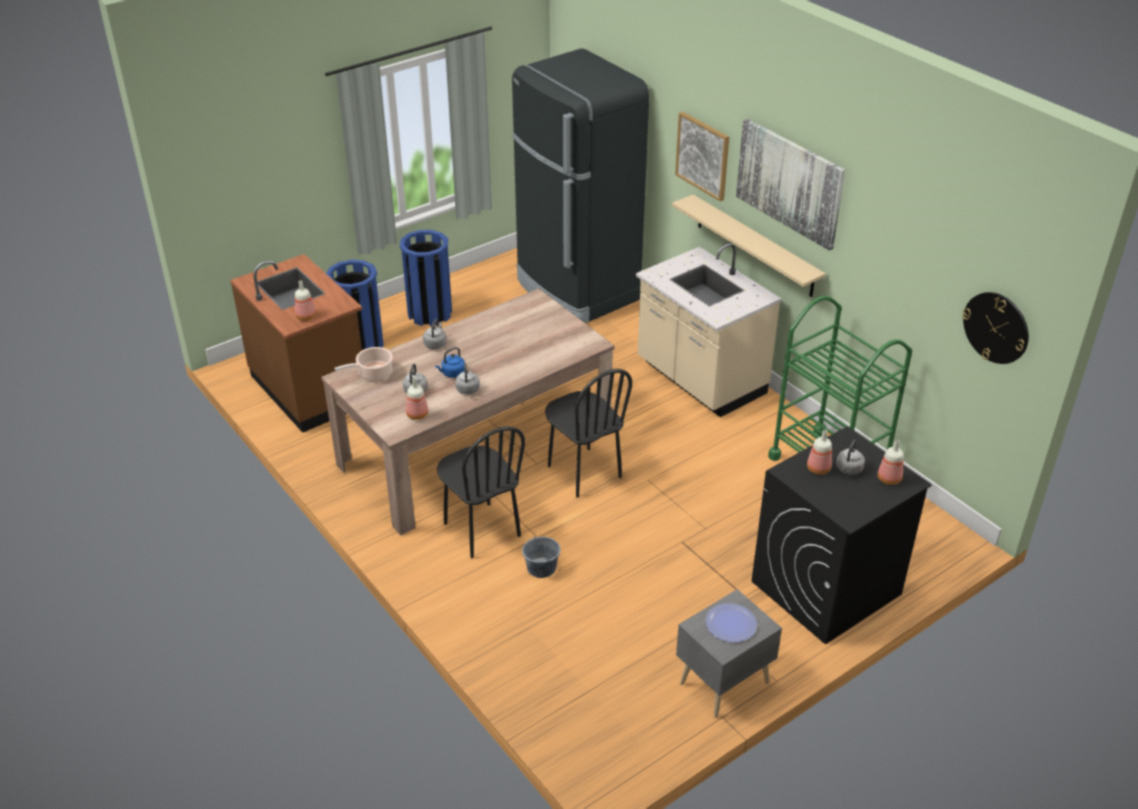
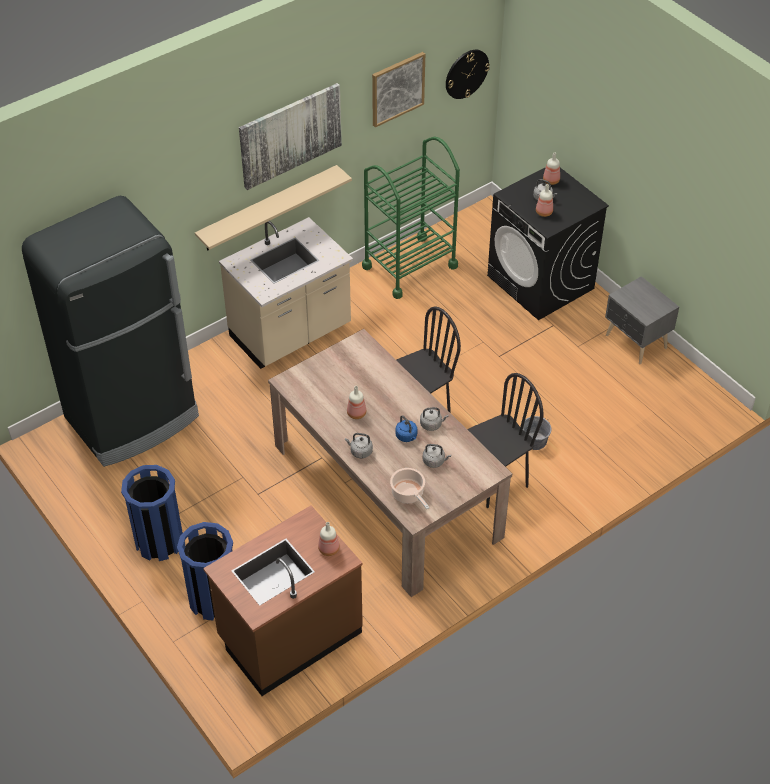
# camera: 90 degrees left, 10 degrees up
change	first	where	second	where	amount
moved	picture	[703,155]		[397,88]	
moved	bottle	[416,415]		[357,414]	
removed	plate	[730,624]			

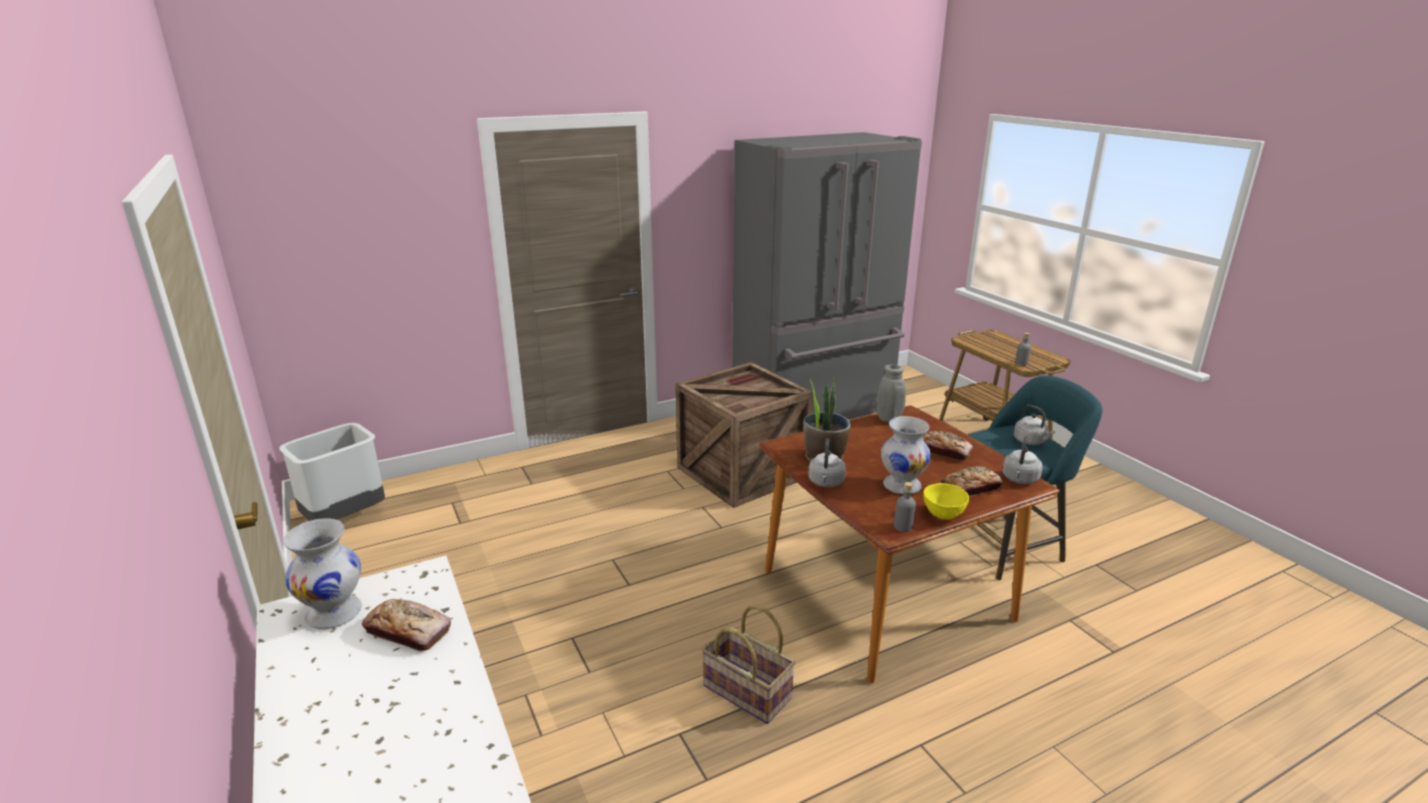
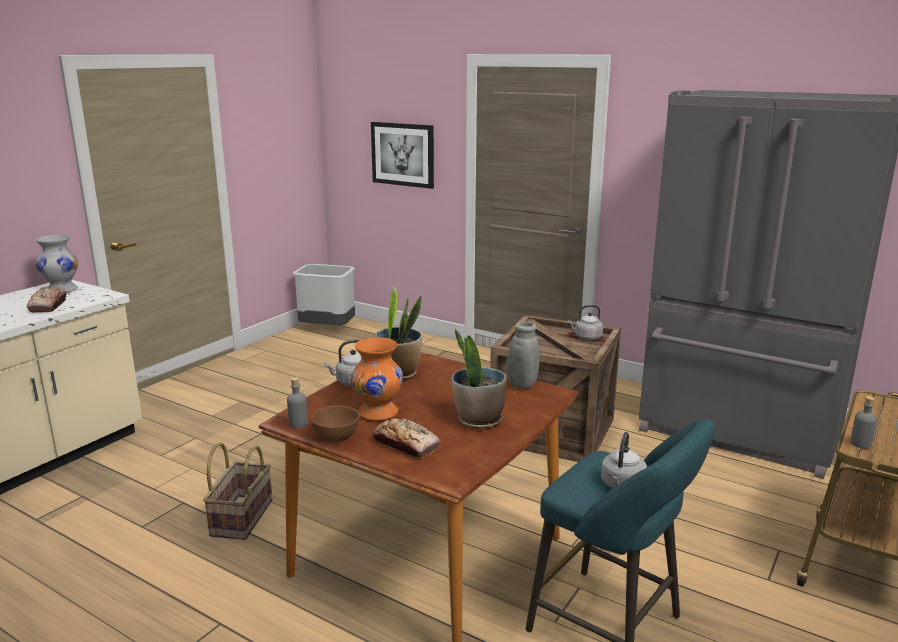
# camera: 60 degrees right, 5 degrees down
change	first	where	second	where	amount
recoloured	white vase	[901,486]	orange vase	[377,413]	
replaced	bread	[943,451]	potted plant	[478,421]	
moved	grey kettle	[1019,479]		[586,337]	
recoloured	yellow bowl	[943,514]	brown bowl	[337,438]	
added			picture	[403,154]	

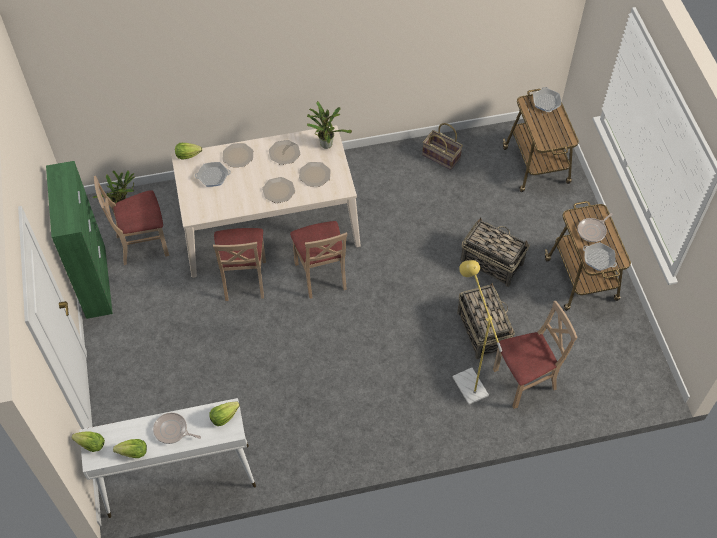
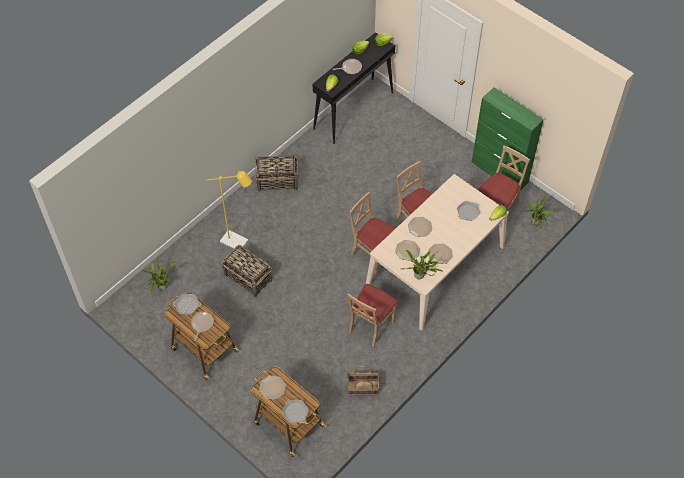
# camera: 145 degrees right, 0 degrees up
change	first	where	second	where	amount
moved	plate	[238,156]		[272,387]	
moved	basket	[491,262]		[278,181]	
moved	beige chair	[525,380]		[370,326]	
recoloured	white console table	[179,481]	black console table	[354,110]	
added			potted plant	[162,287]	

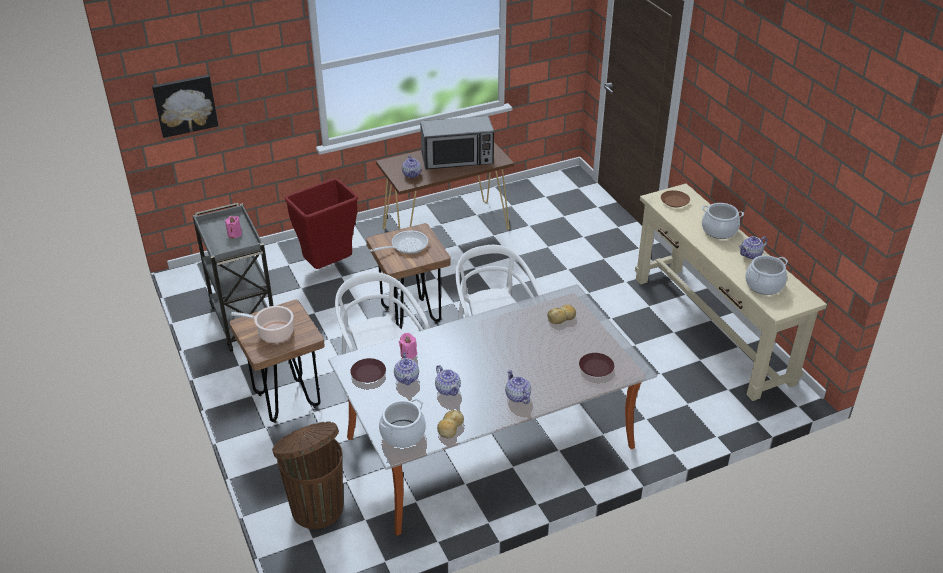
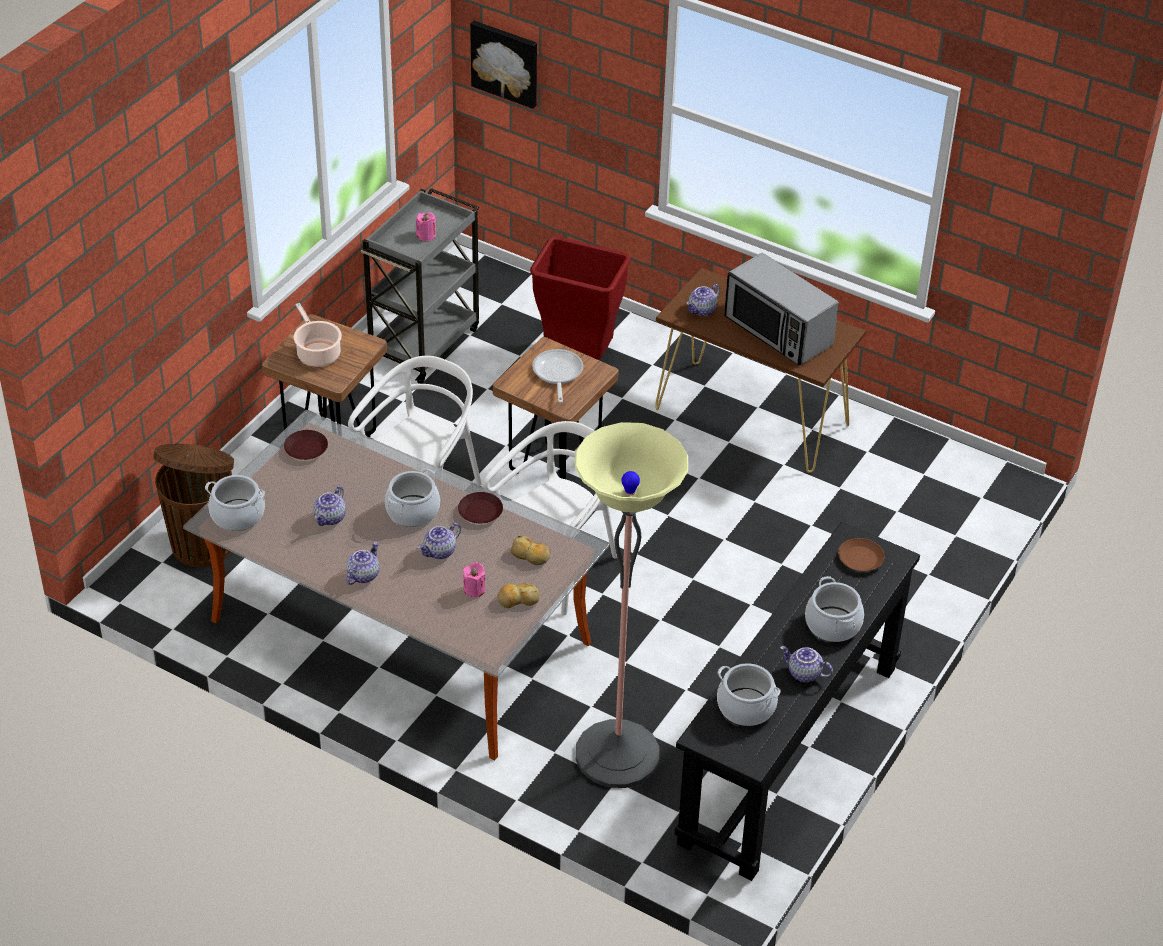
# camera: 55 degrees right, 5 degrees up
change	first	where	second	where	amount
recoloured	beige console table	[711,329]	black console table	[789,753]	
turned	frying pan	[406,245]		[557,374]	120 degrees counterclockwise
moved	pink candle	[408,354]		[474,589]	
moved	teapot	[407,378]		[440,552]	
moved	brown plate	[596,368]		[480,512]	
moved	bread	[450,428]		[518,599]	
added			floor lamp	[617,755]	
added			cooking pot	[412,511]	

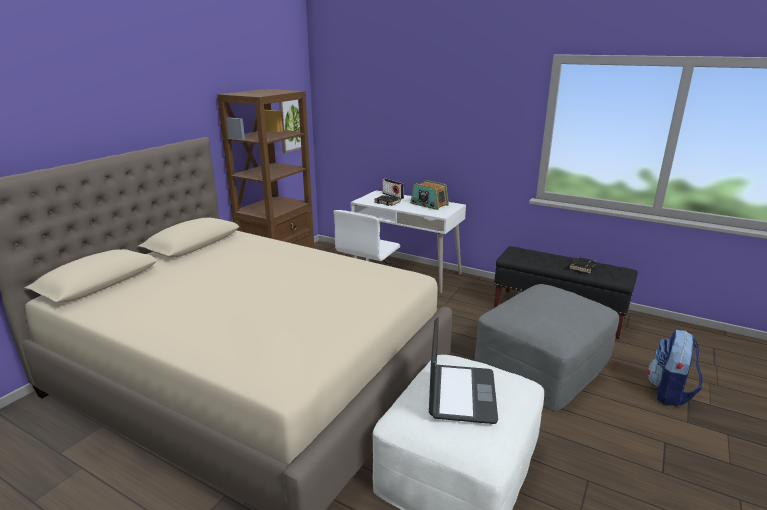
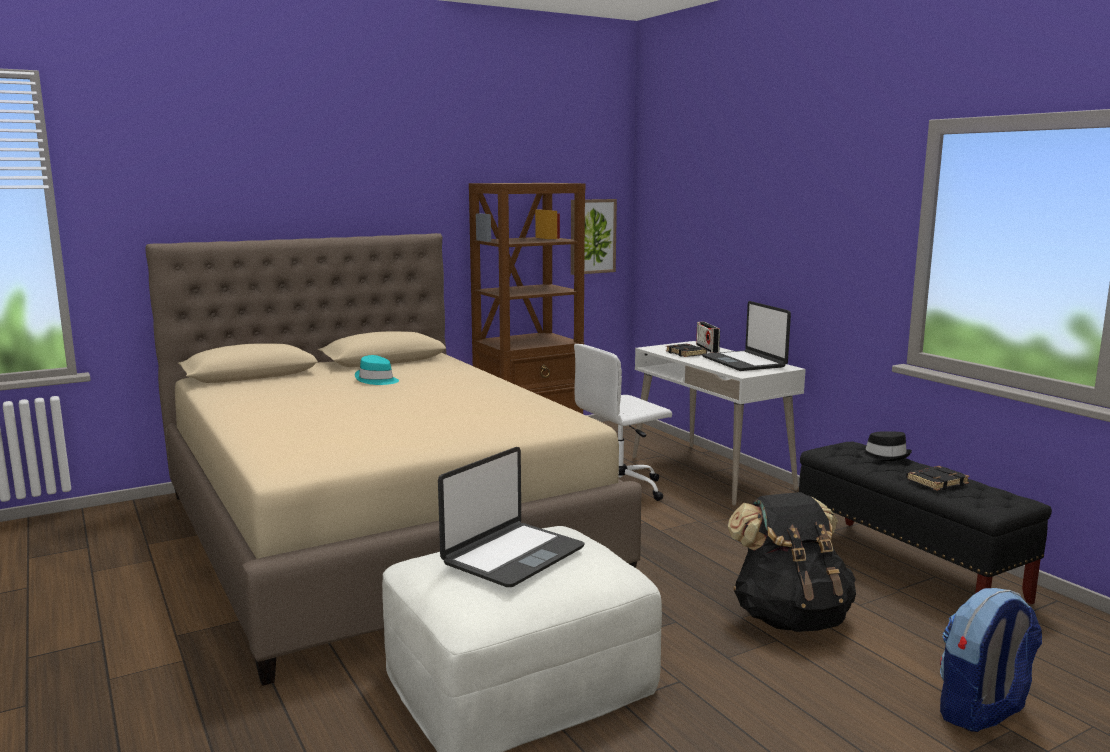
# camera: 30 degrees right, 10 degrees down
change	first	where	second	where	amount
replaced	radio	[429,204]	laptop	[744,362]	
replaced	grey ottoman	[542,364]	black backpack	[790,618]	
added			turquoise hat	[377,380]	
added			black hat	[885,456]	

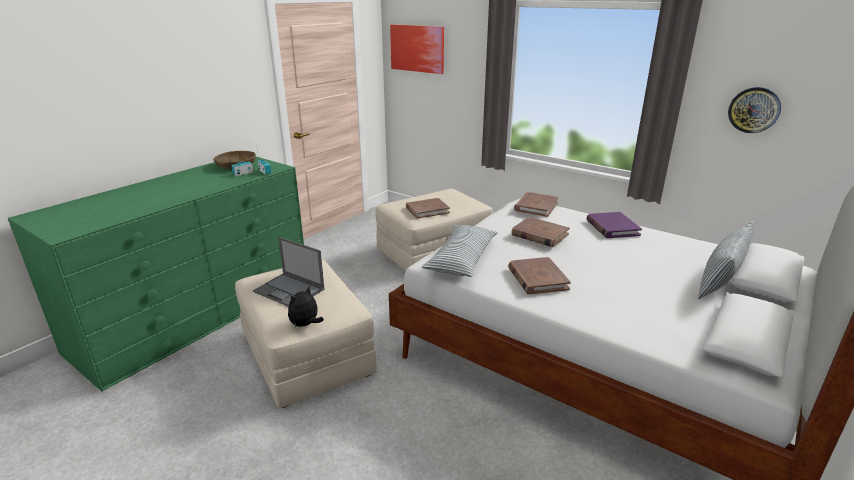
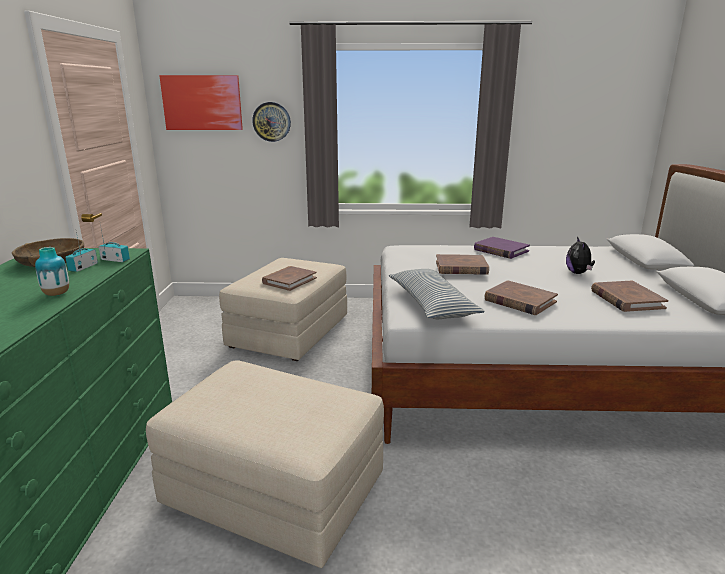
# camera: 35 degrees left, 5 degrees down
change	first	where	second	where	amount
moved	wall clock	[754,110]		[271,121]	
moved	brown book	[536,206]		[626,299]	
removed	pillow	[720,279]			
removed	laptop	[290,290]			
moved	plush toy	[305,325]		[578,273]	
added			vase	[56,294]	

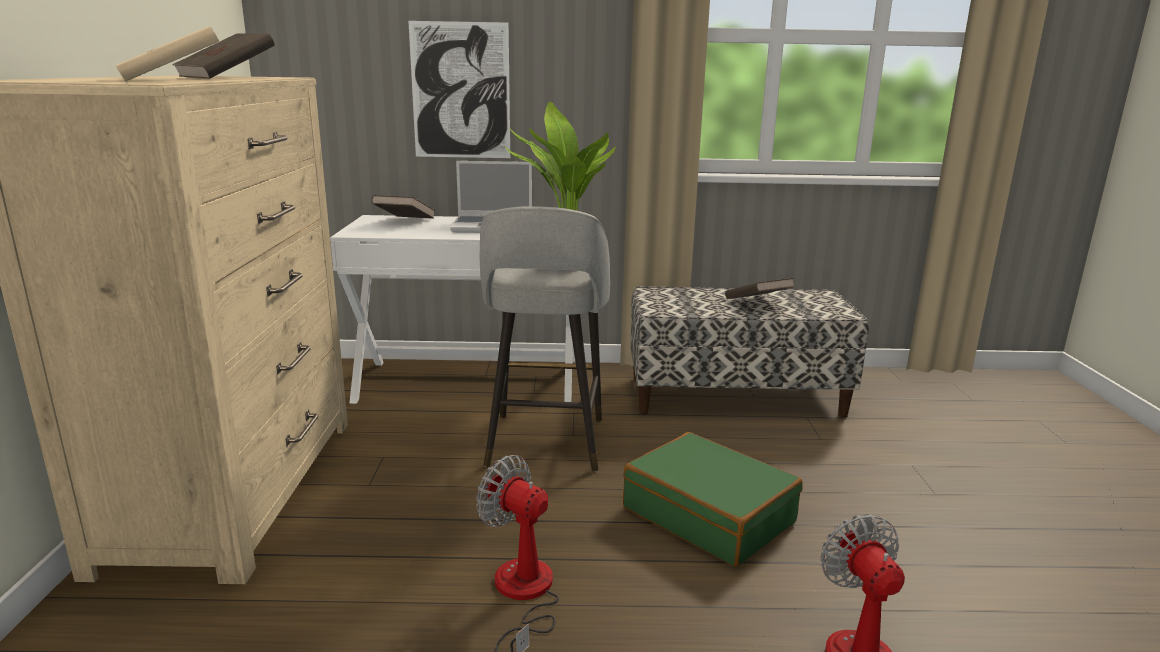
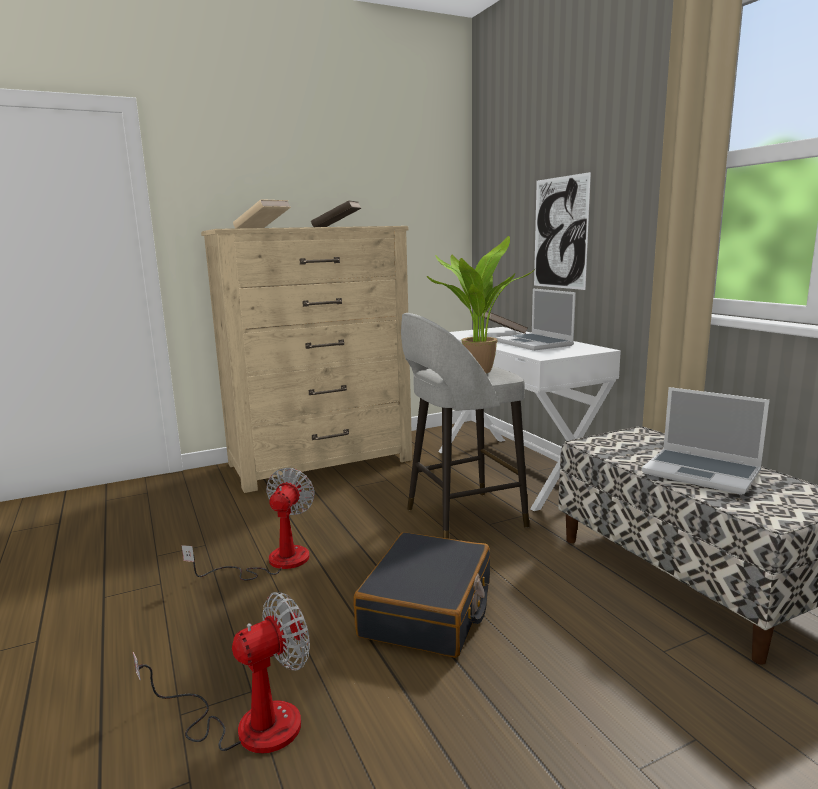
# camera: 65 degrees right, 5 degrees down
change	first	where	second	where	amount
replaced	brown book	[757,303]	laptop	[702,473]	
recoloured	green suitcase	[709,515]	black suitcase	[428,610]	

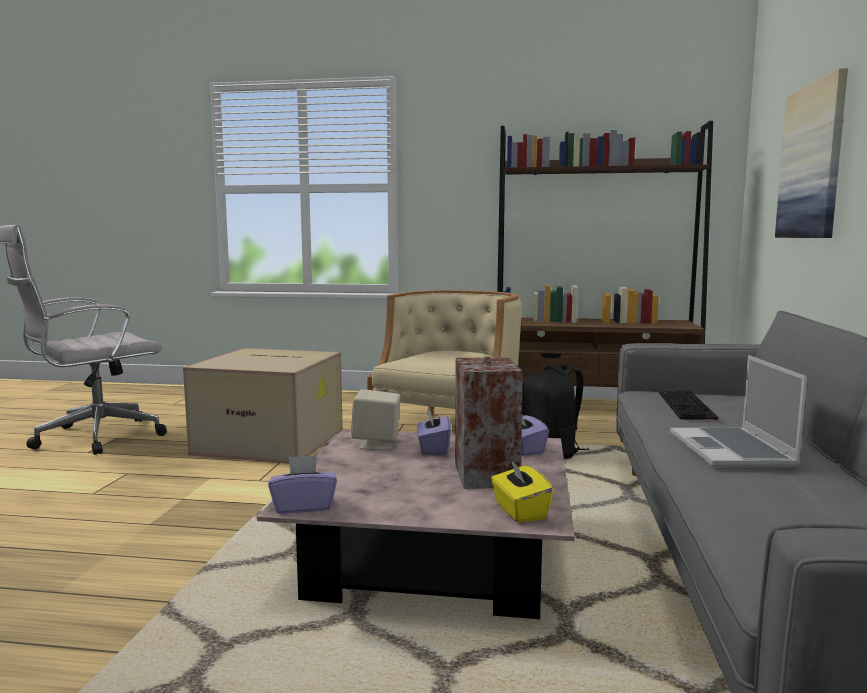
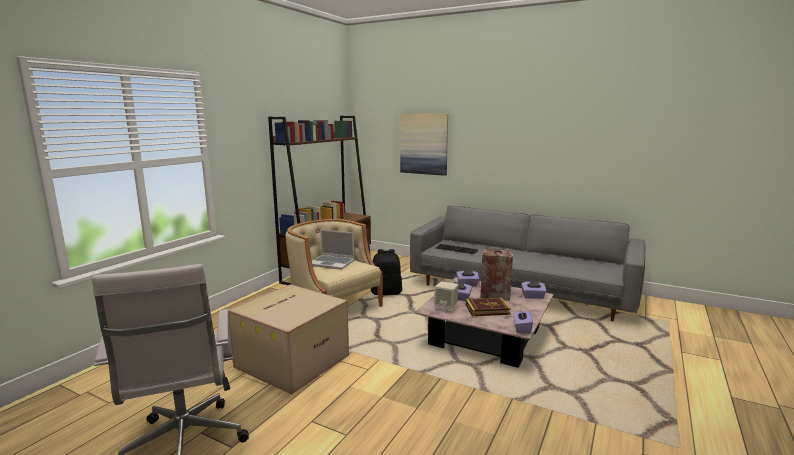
# camera: 70 degrees left, 5 degrees up
change	first	where	second	where	amount
moved	laptop	[733,451]		[332,263]	
recoloured	yellow tissue box	[519,511]	purple tissue box	[533,296]	
added			book	[487,309]	

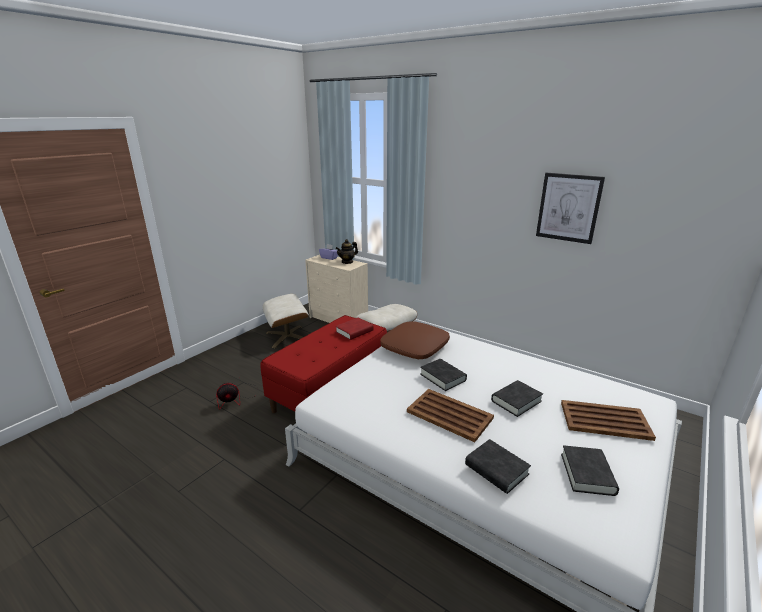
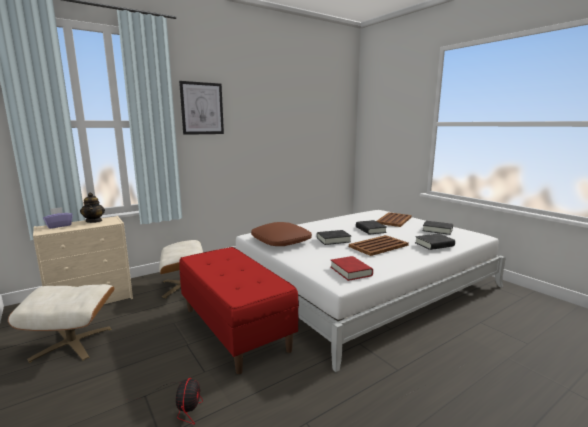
# camera: 70 degrees left, 10 degrees down
change	first	where	second	where	amount
moved	picture	[568,208]		[202,108]	
moved	red book	[354,331]		[351,271]	

